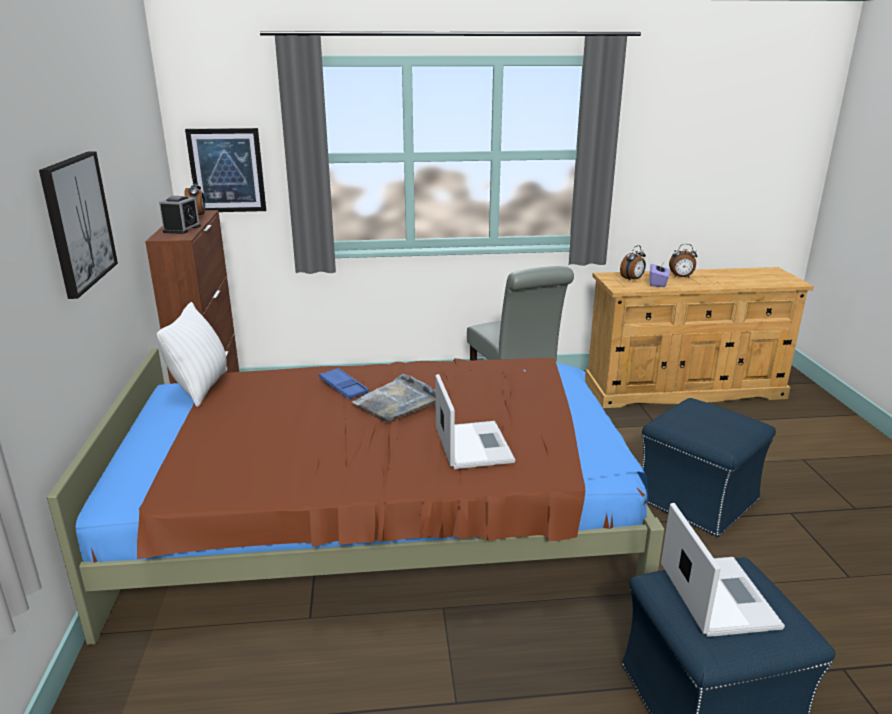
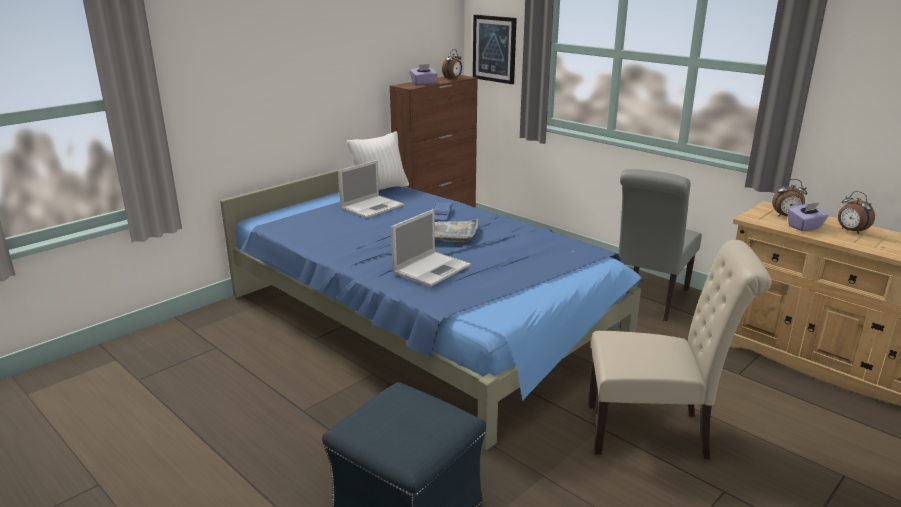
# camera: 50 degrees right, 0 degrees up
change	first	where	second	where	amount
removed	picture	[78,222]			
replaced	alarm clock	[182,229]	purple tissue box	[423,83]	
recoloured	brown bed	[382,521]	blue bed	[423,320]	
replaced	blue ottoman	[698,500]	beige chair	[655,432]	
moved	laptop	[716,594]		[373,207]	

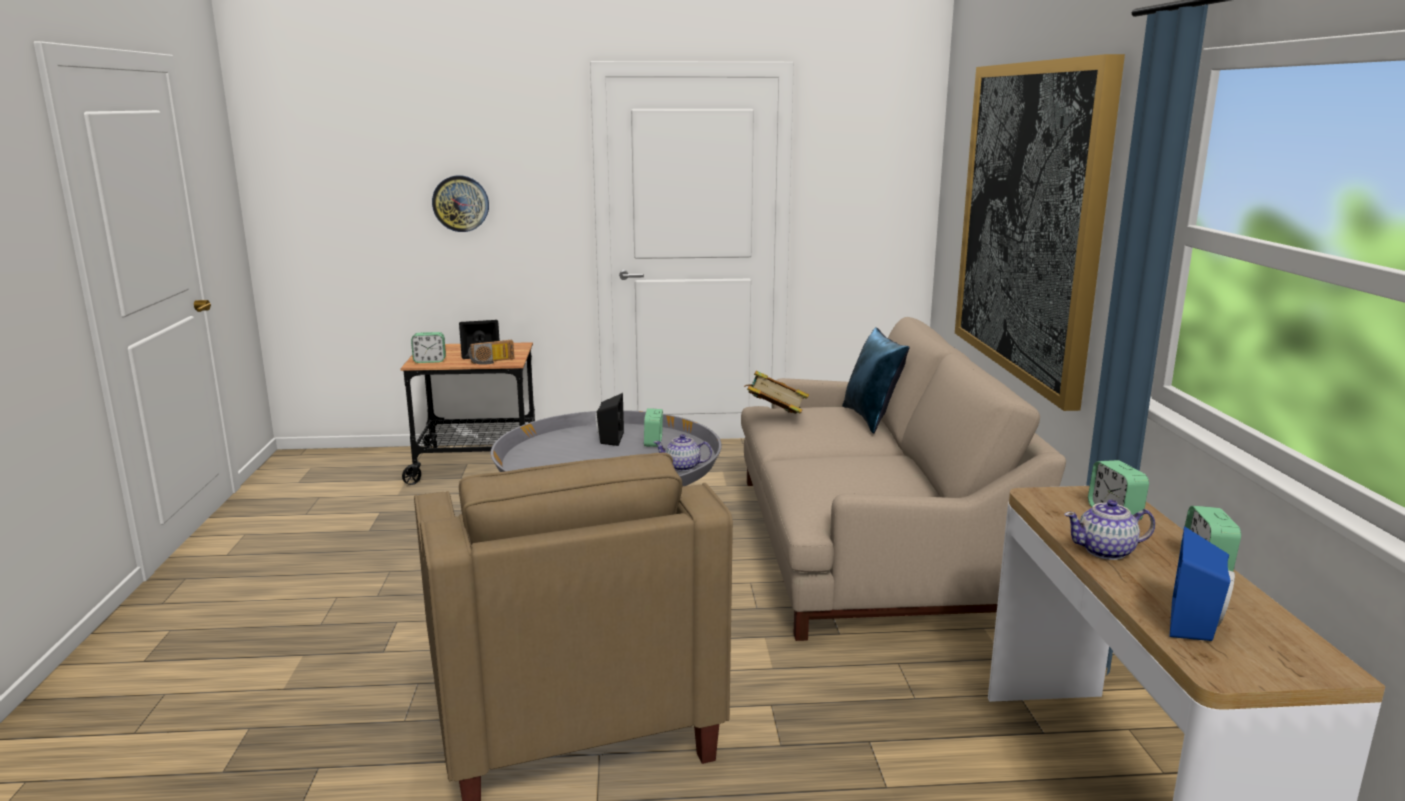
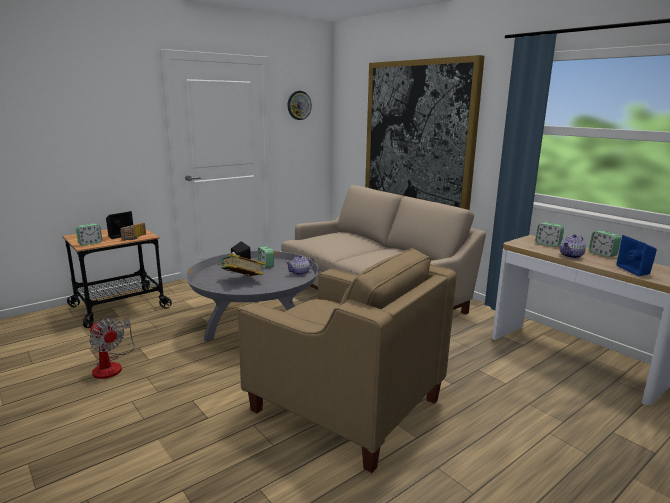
# camera: 35 degrees left, 0 degrees up
change	first	where	second	where	amount
moved	wall clock	[461,203]		[299,105]	
removed	blue pillow	[872,419]			
moved	book	[775,417]		[242,281]	
added			fan	[111,365]	

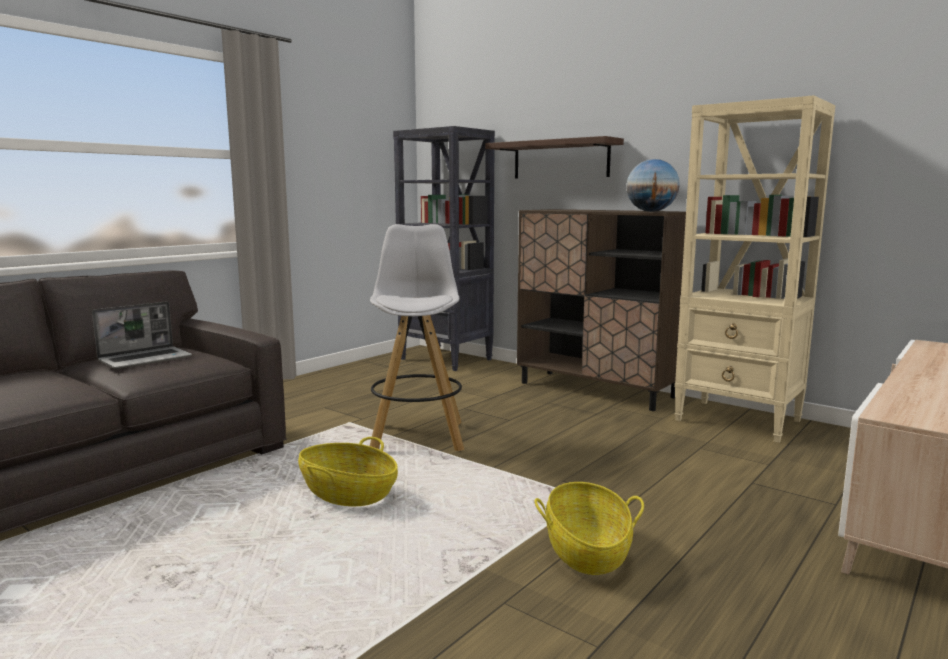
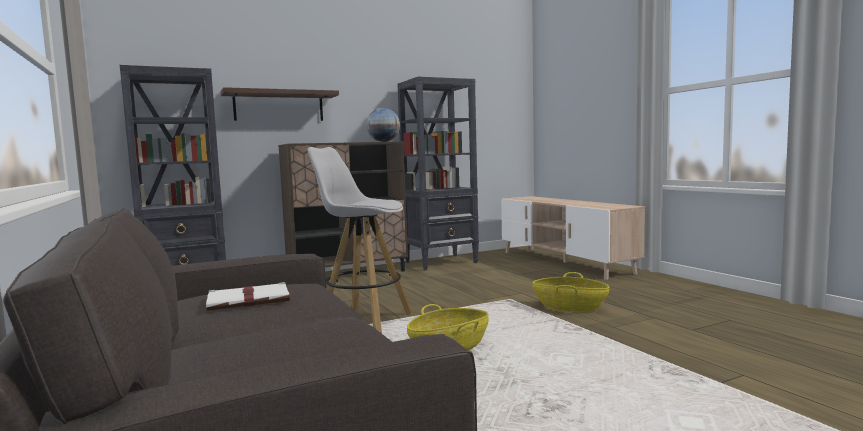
# camera: 65 degrees left, 5 degrees down
change	first	where	second	where	amount
recoloured	beige bookcase	[739,421]	black bookcase	[441,262]	
replaced	laptop	[146,359]	white book	[250,300]	

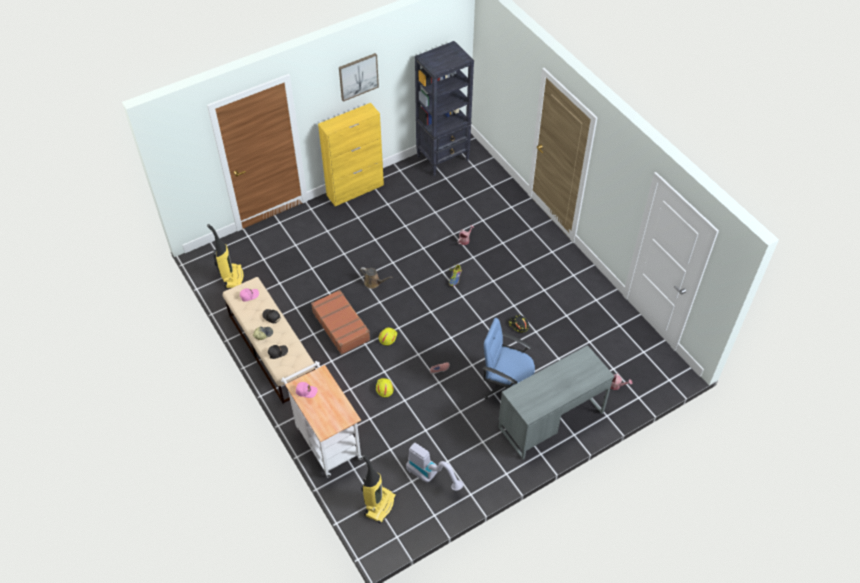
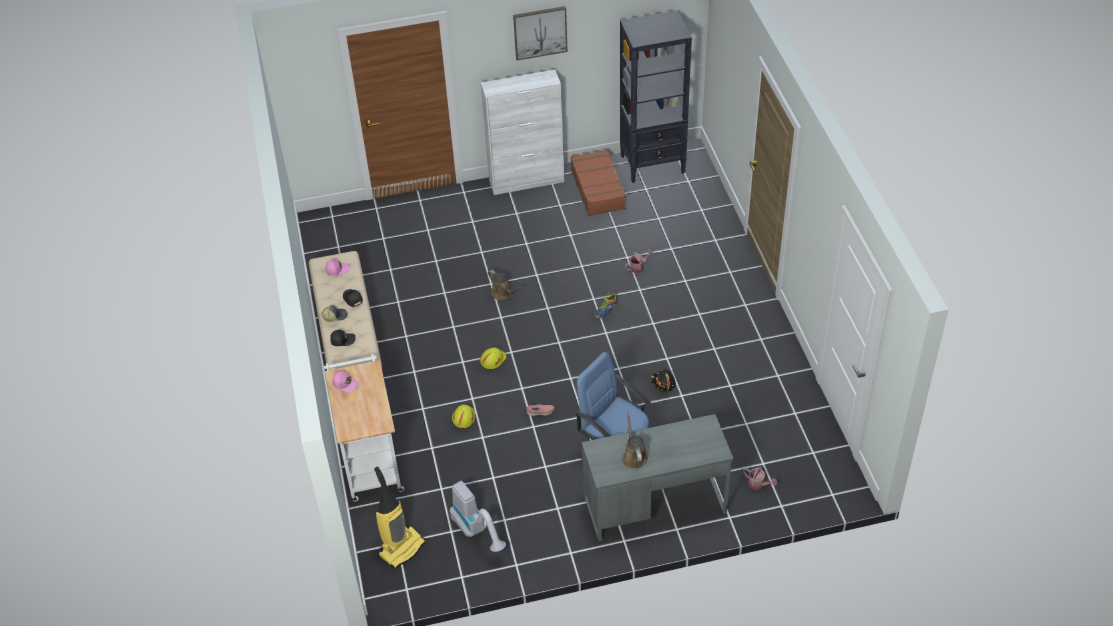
# camera: 20 degrees right, 5 degrees down
change	first	where	second	where	amount
recoloured	yellow cabinet	[355,190]	white cabinet	[527,181]	
removed	vacuum cleaner	[232,277]			
moved	brown suitcase	[341,326]		[598,189]	
added			brown watering can	[634,456]	

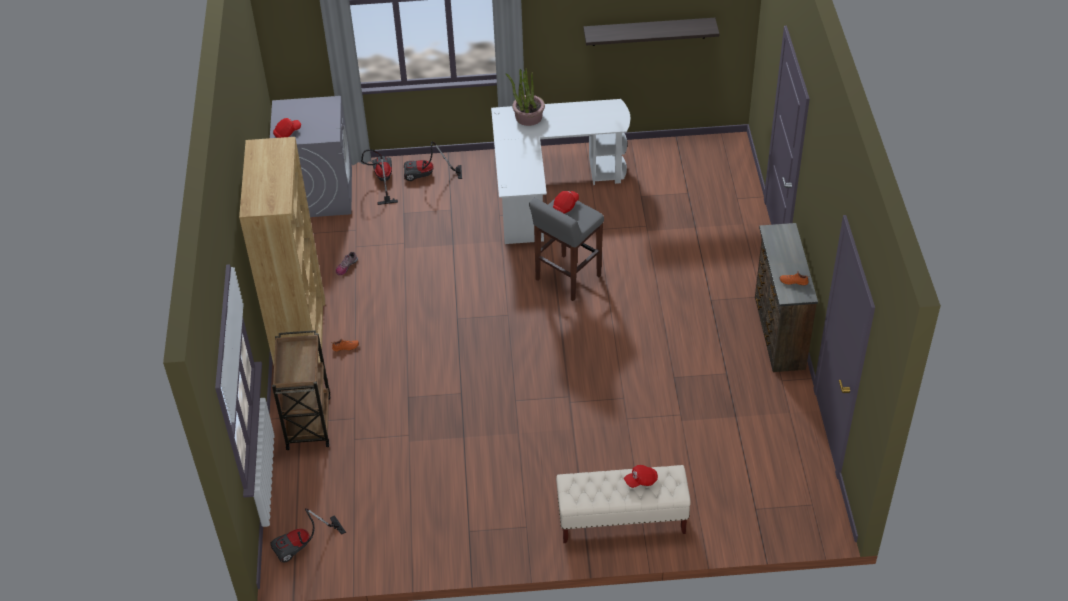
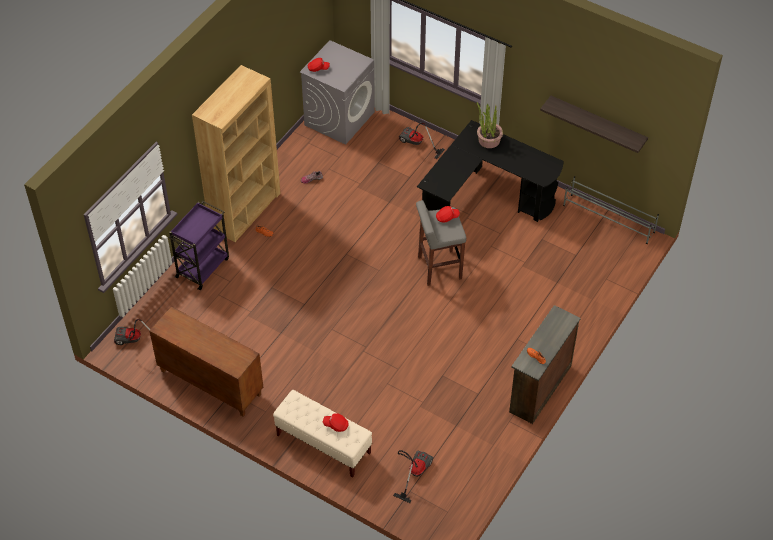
# camera: 35 degrees right, 5 degrees up
change	first	where	second	where	amount
recoloured	white desk	[548,188]	black desk	[485,198]	
moved	vacuum cleaner	[382,180]		[414,473]	
recoloured	brown cart	[308,421]	purple cart	[203,267]	
added			grey shoe rack	[609,219]	
added			brown cabinet	[210,383]	

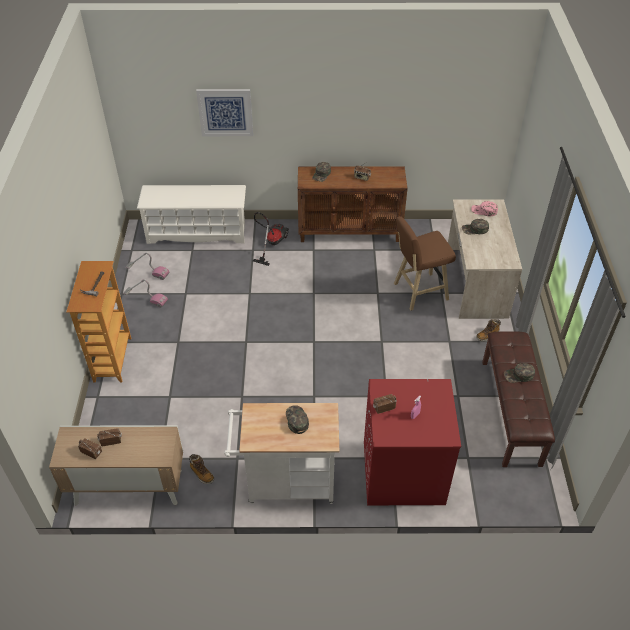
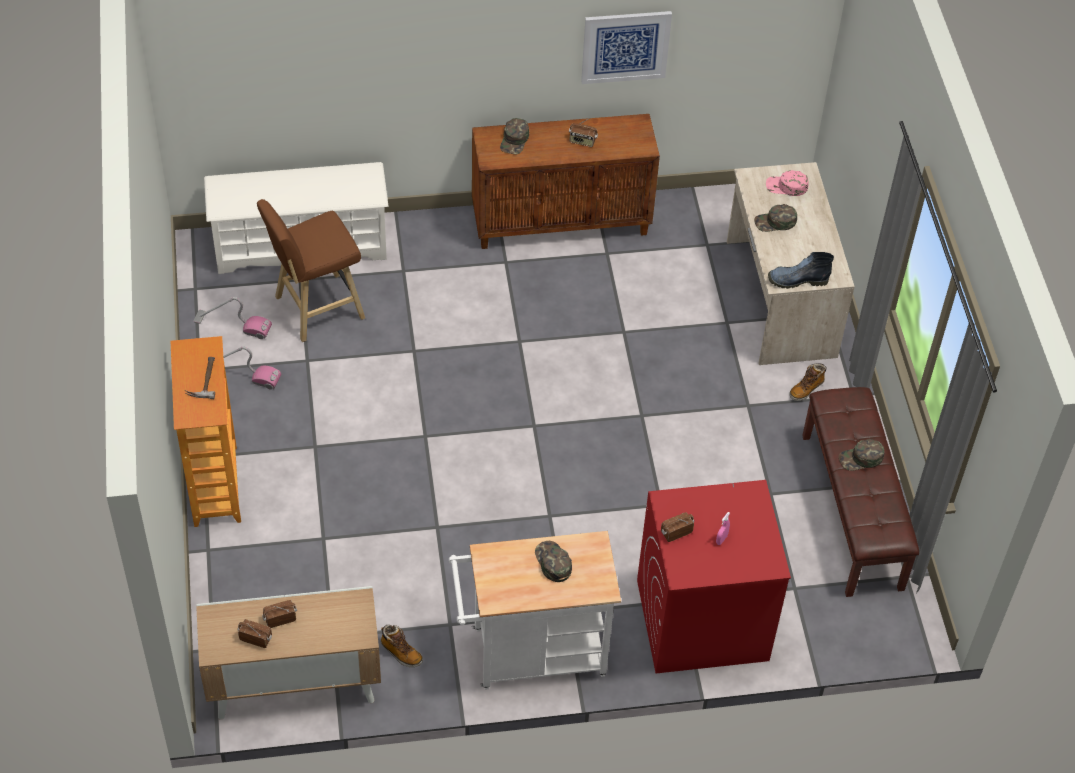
# camera: 10 degrees left, 5 degrees up
change	first	where	second	where	amount
moved	picture	[225,112]		[625,46]	
removed	vacuum cleaner	[271,243]			
moved	brown stool	[418,292]		[315,309]	
added			boot	[797,280]	

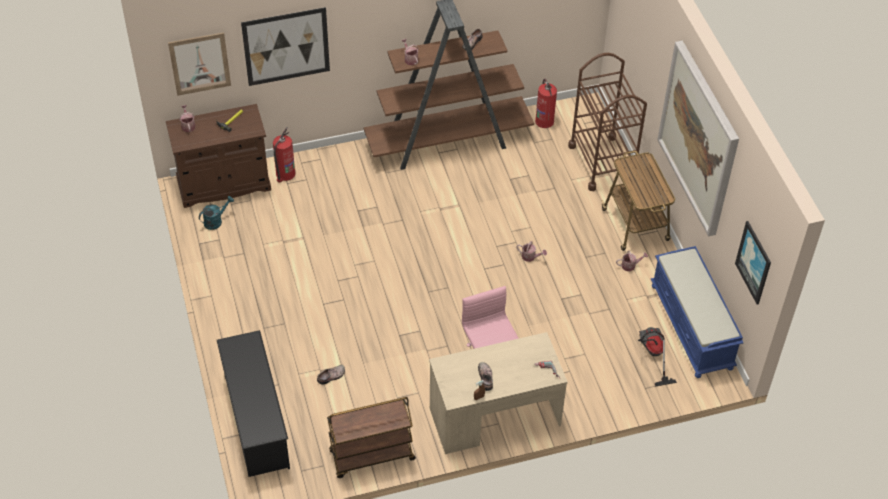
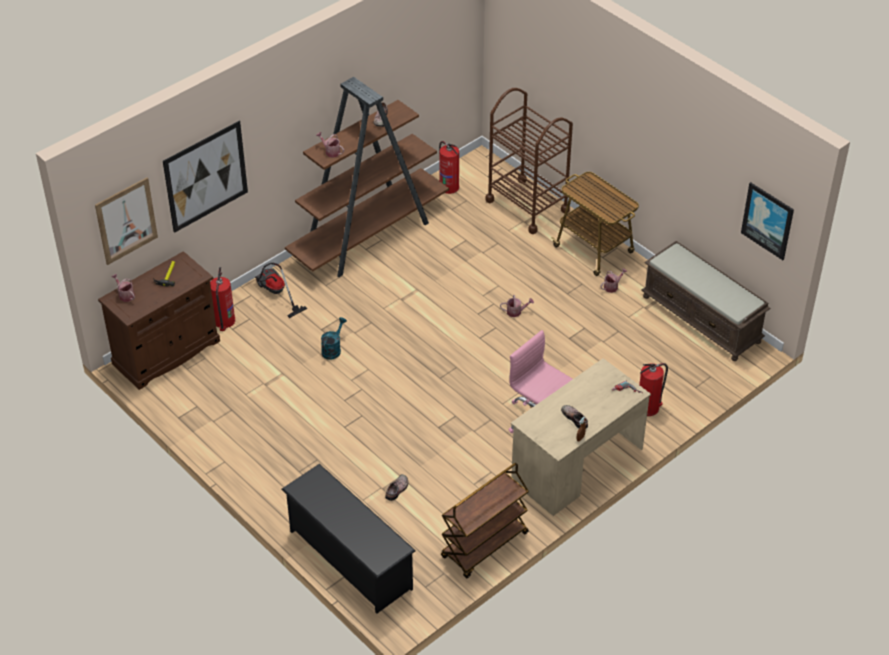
# camera: 25 degrees left, 5 degrees down
change	first	where	second	where	amount
removed	picture	[699,138]			
moved	turquoise watering can	[216,221]		[333,349]	
recoloured	blue bench	[692,327]	brown bench	[702,319]	
moved	vacuum cleaner	[652,354]		[275,293]	
added			fire extinguisher	[648,407]	

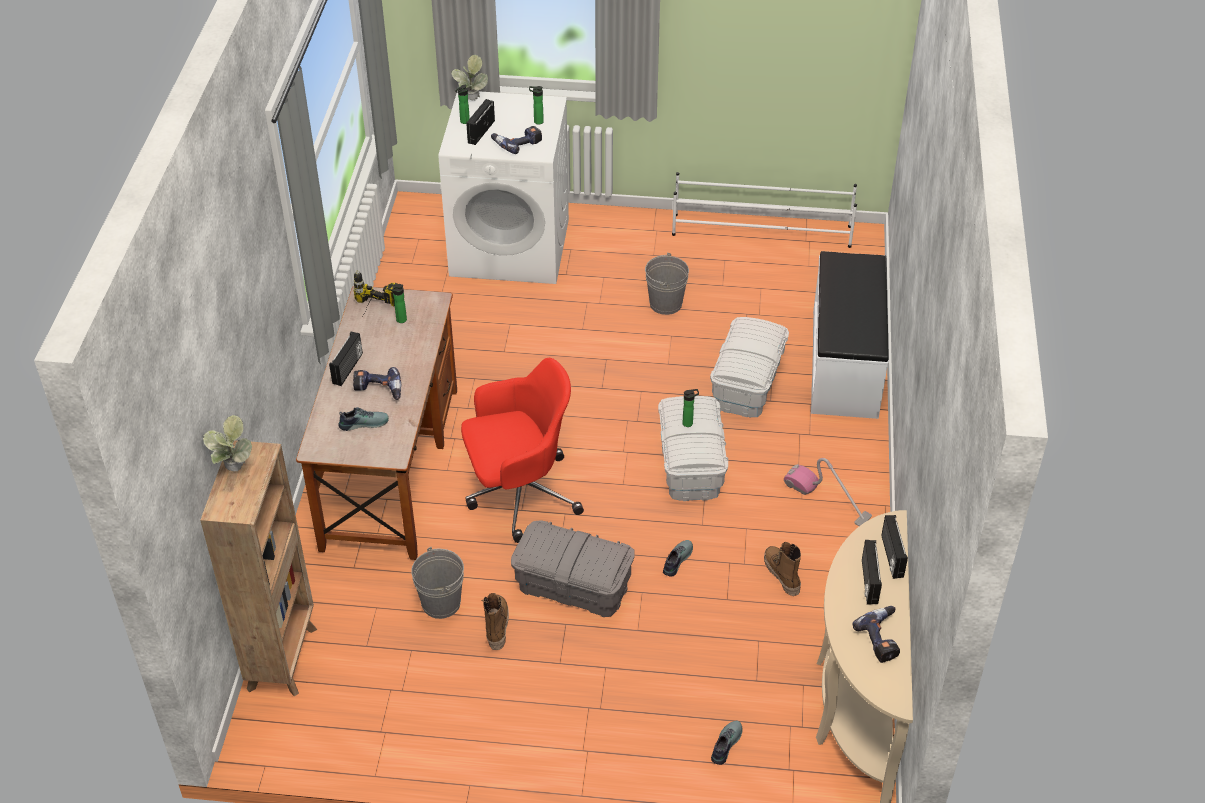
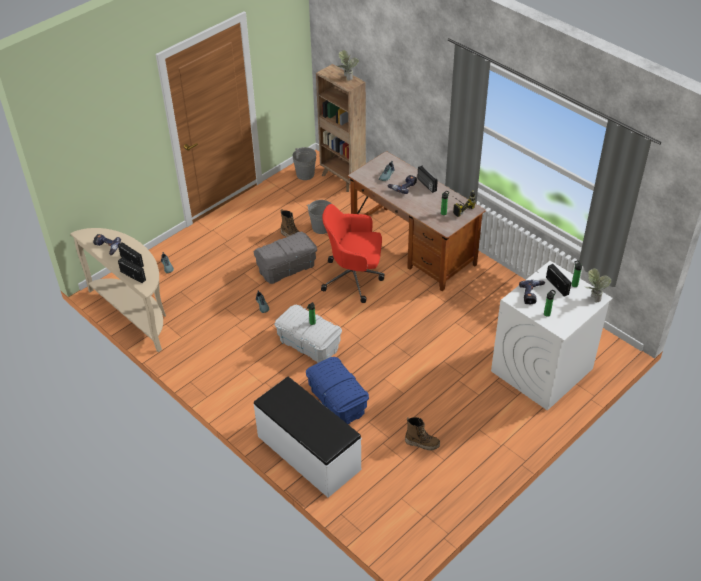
# camera: 130 degrees right, 0 degrees up
change	first	where	second	where	amount
removed	white shoe rack	[762,231]			
moved	grey bucket	[665,303]		[305,174]	
recoloured	white storage box	[748,383]	blue storage box	[337,401]	
turned	red office chair	[519,494]		[354,278]	75 degrees clockwise
removed	vacuum cleaner	[827,499]			
moved	boot	[781,575]		[422,443]	

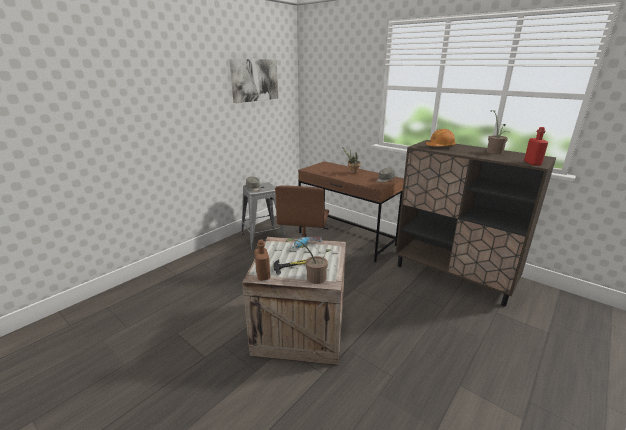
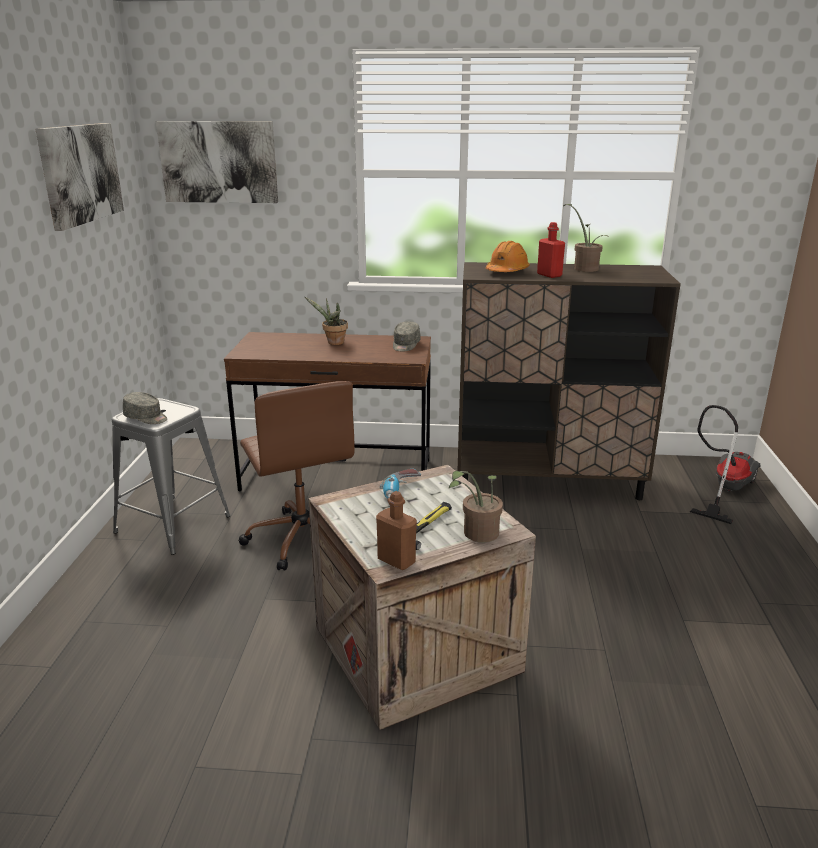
# camera: 35 degrees left, 0 degrees up
change	first	where	second	where	amount
moved	red bottle	[532,163]		[549,275]	
added			picture	[219,162]	
added			vacuum cleaner	[723,489]	

